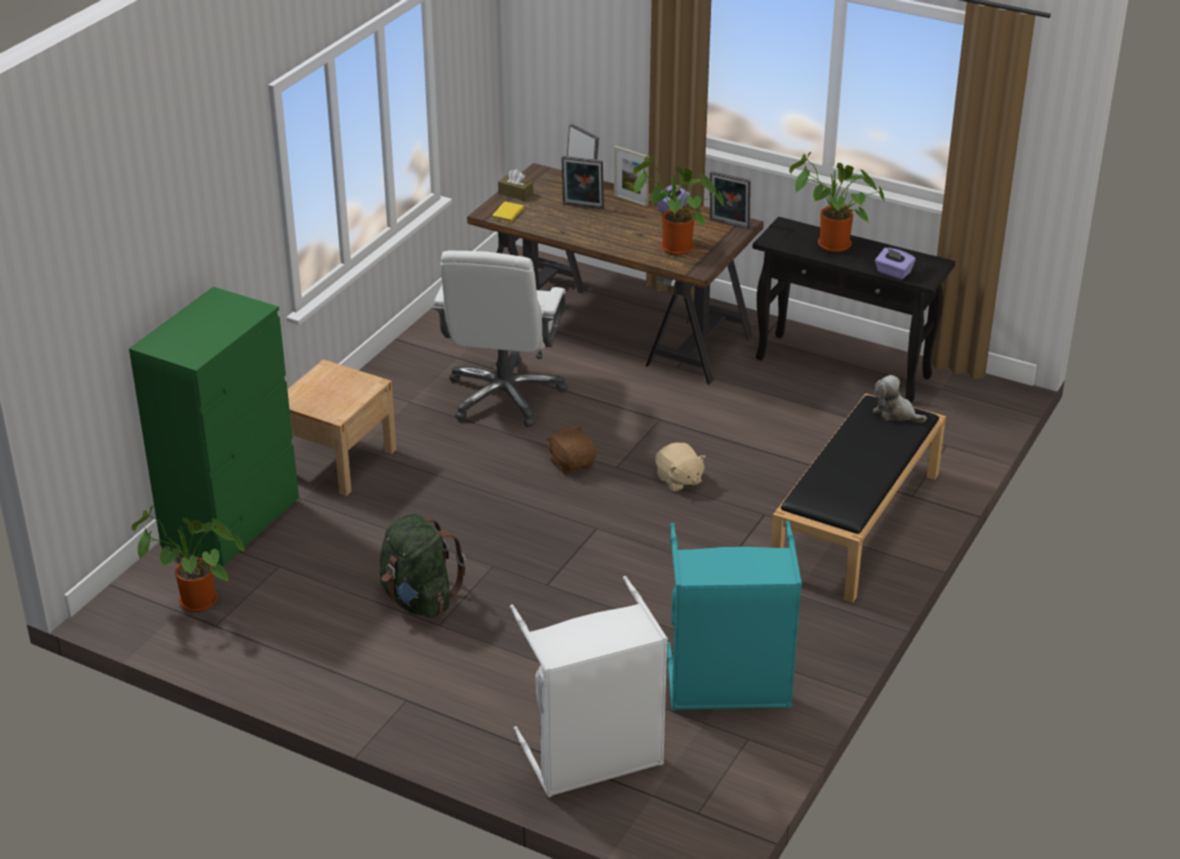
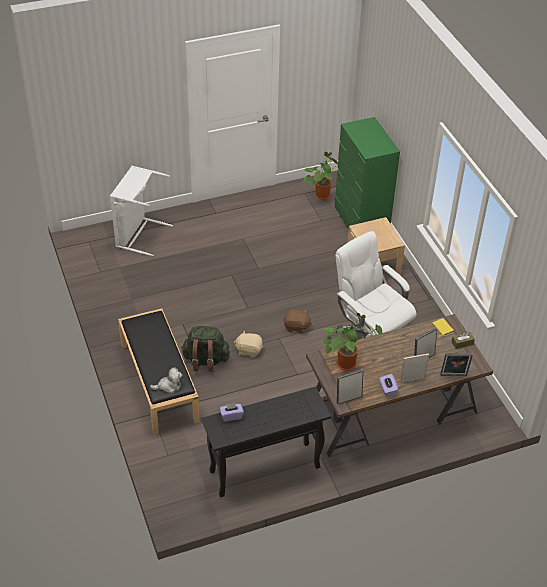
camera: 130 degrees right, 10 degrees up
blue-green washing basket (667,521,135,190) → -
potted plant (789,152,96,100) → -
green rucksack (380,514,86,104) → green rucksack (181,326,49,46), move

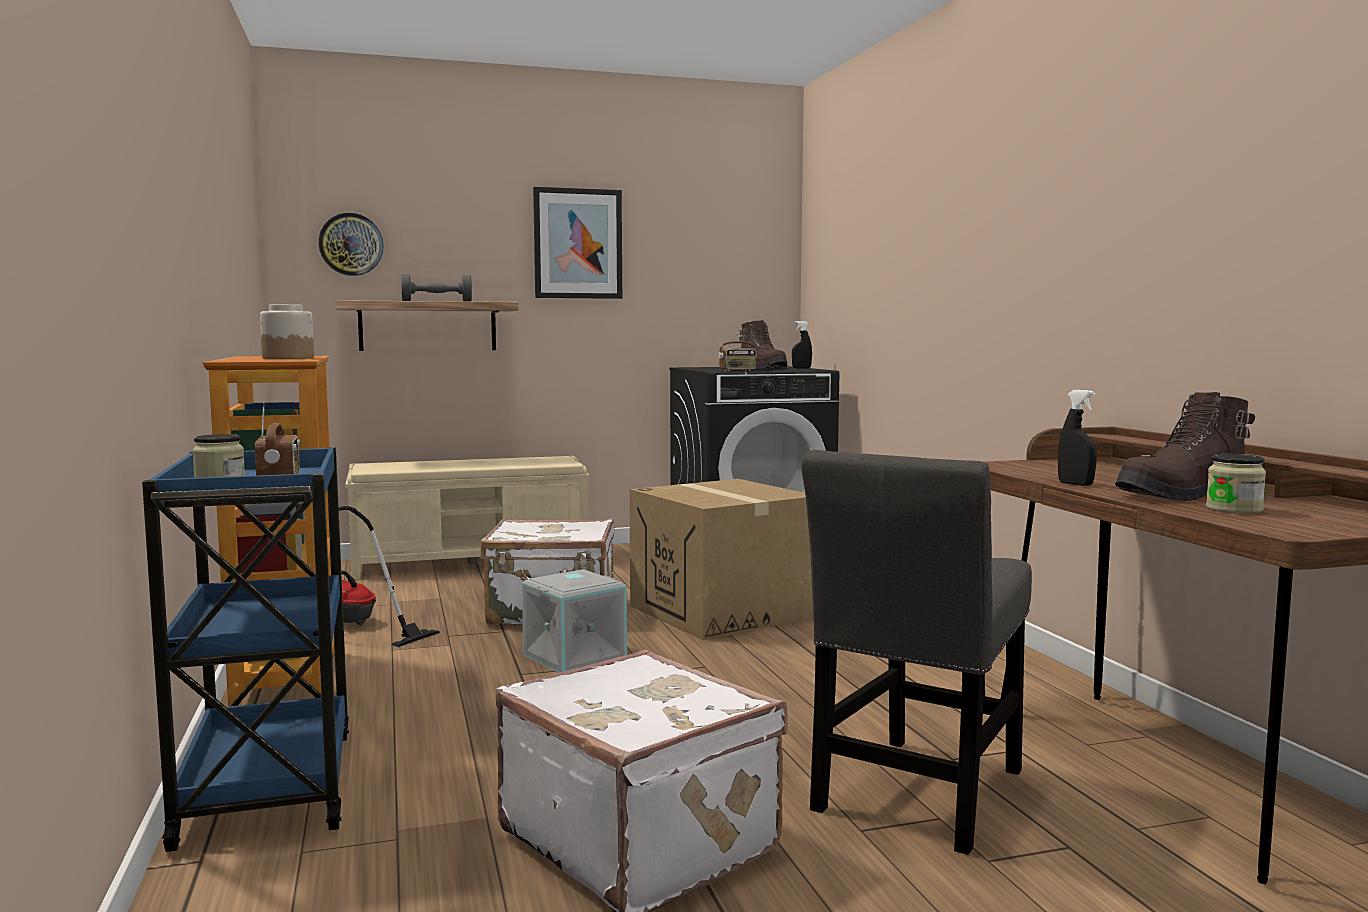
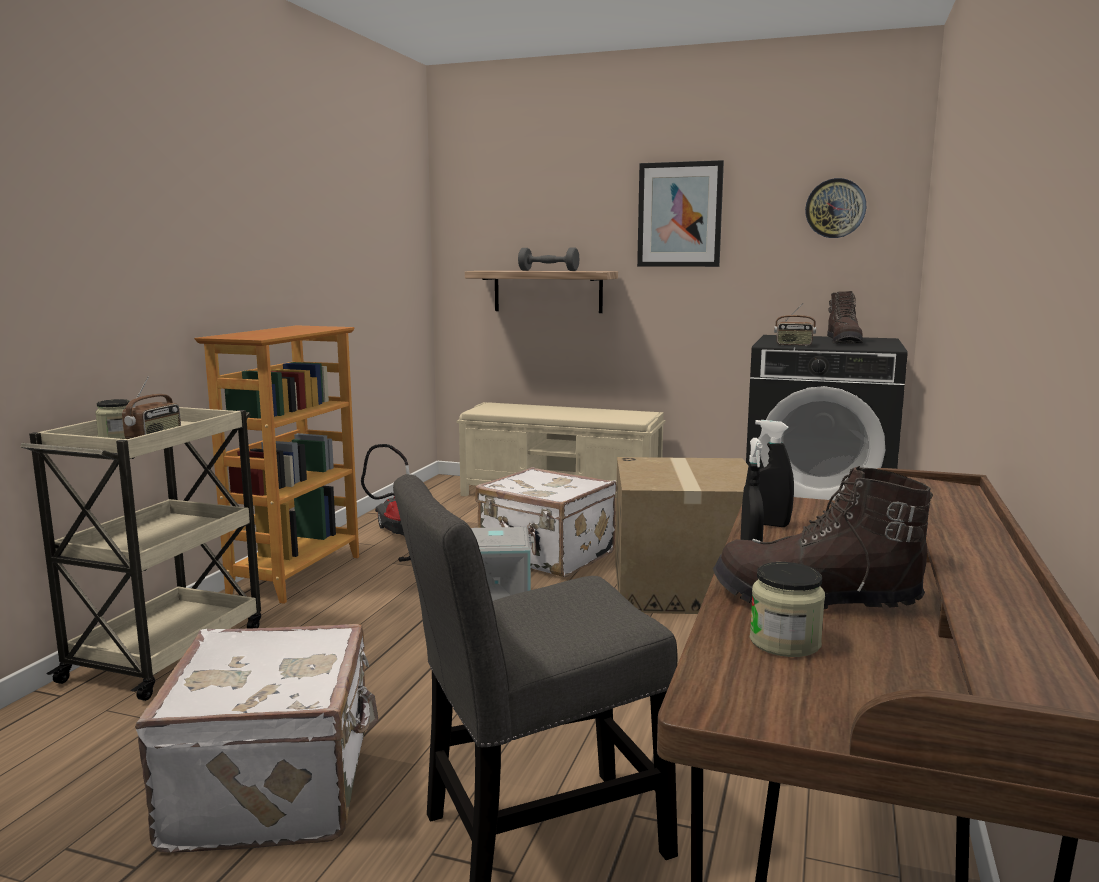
camera: 35 degrees right, 5 degrees up
jar (260,304,54,55) → -
wall clock (318,213,66,63) → wall clock (805,178,61,60), move
black-coloured spray bottle (792,321,20,47) → black-coloured spray bottle (755,420,39,107), move
bluish trolley (142,447,207,405) → beige trolley (21,407,240,294)

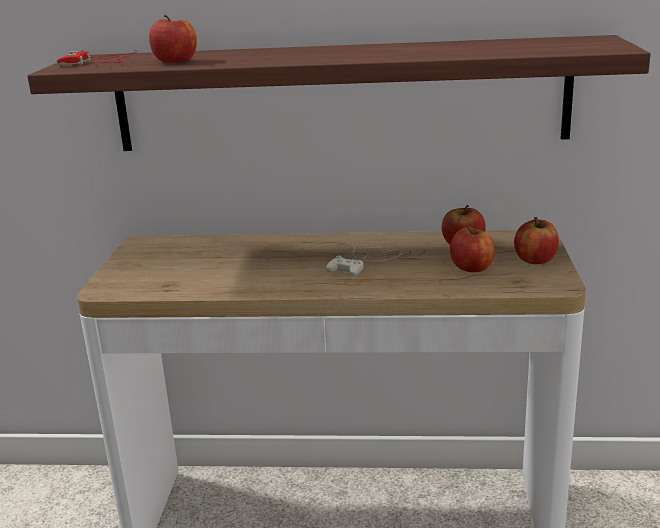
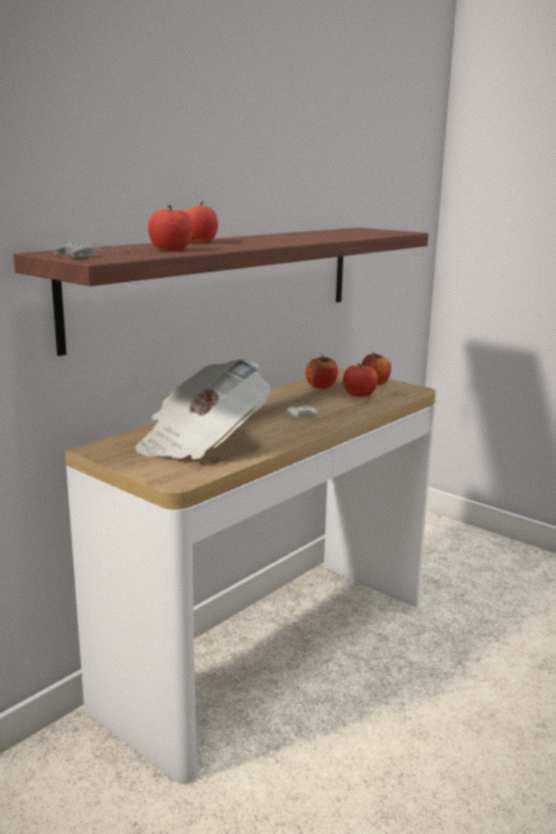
camera: 55 degrees left, 5 degrees down
- → daily paper (135,359,135,101)
- → apple (184,201,34,42)
reddish joypad (57,49,81,16) → grey joypad (53,242,95,15)

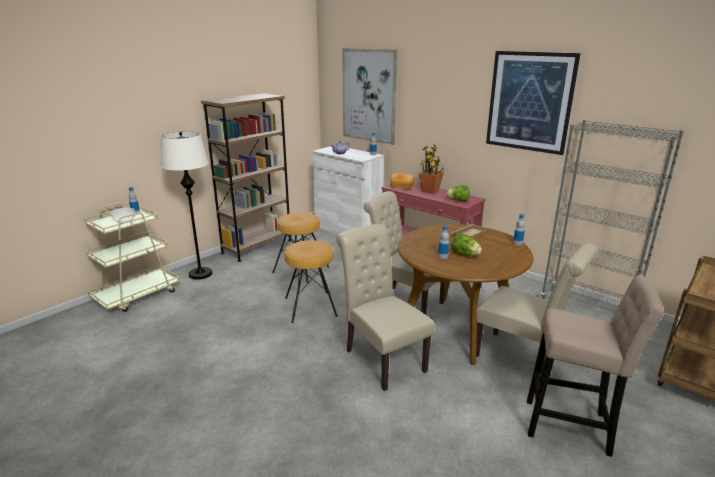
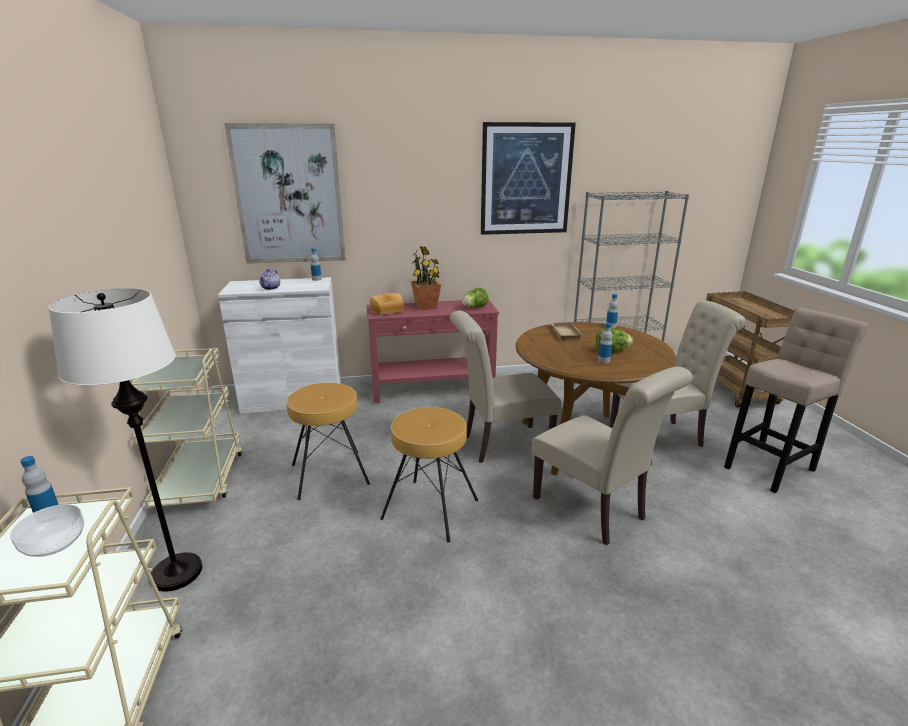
camera: 50 degrees left, 0 degrees up
brownish bookshelf (201,93,90,169) → beige trolley (129,348,114,160)
beige upright chair (336,224,99,167) → beige upright chair (532,367,161,178), 135 degrees counterclockwise

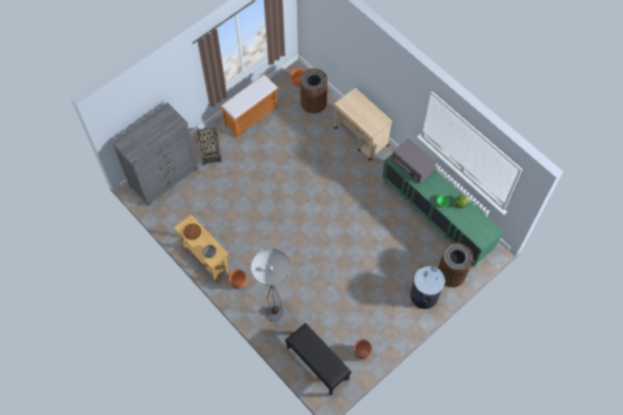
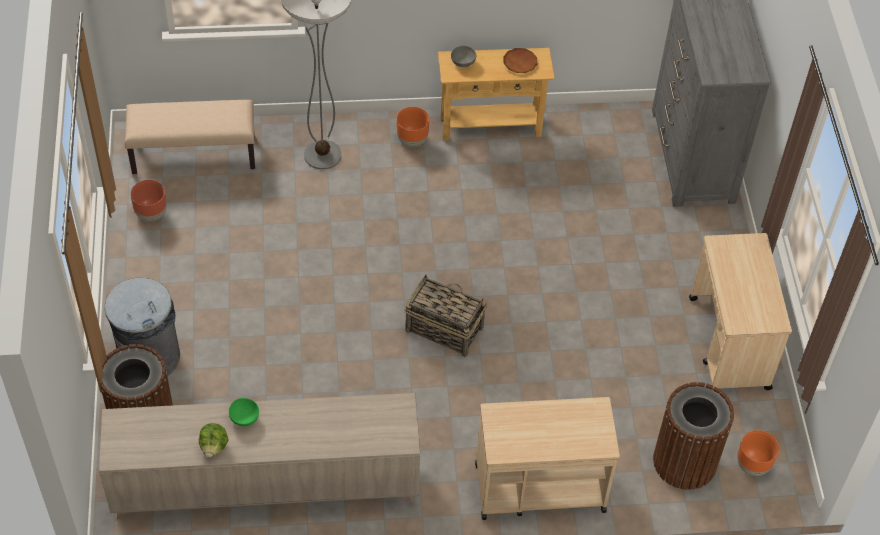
camera: 125 degrees right, 10 degrees down
grey kitchen microwave (392,138,44,46) → -
storage basket (196,127,26,38) → storage basket (405,274,82,83), move
orangey bench (220,74,59,64) → beige trolley (689,233,103,157)
black-coloured bench (285,323,66,72) → beige bench (125,100,130,74)
green cabinet (382,154,121,113) → beige cabinet (99,393,321,126)

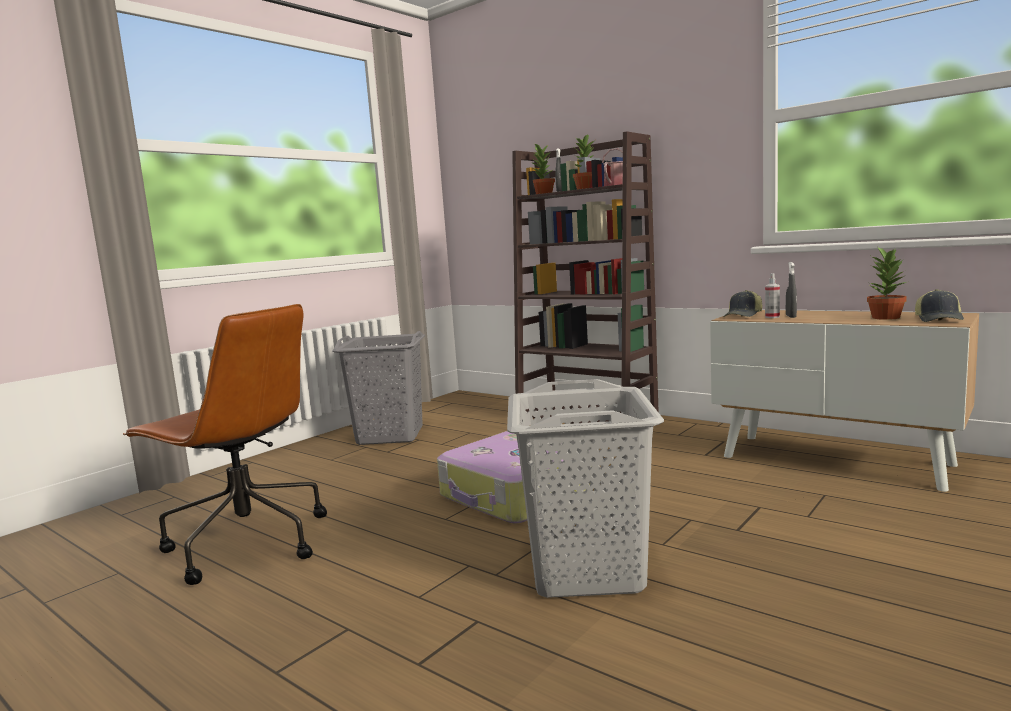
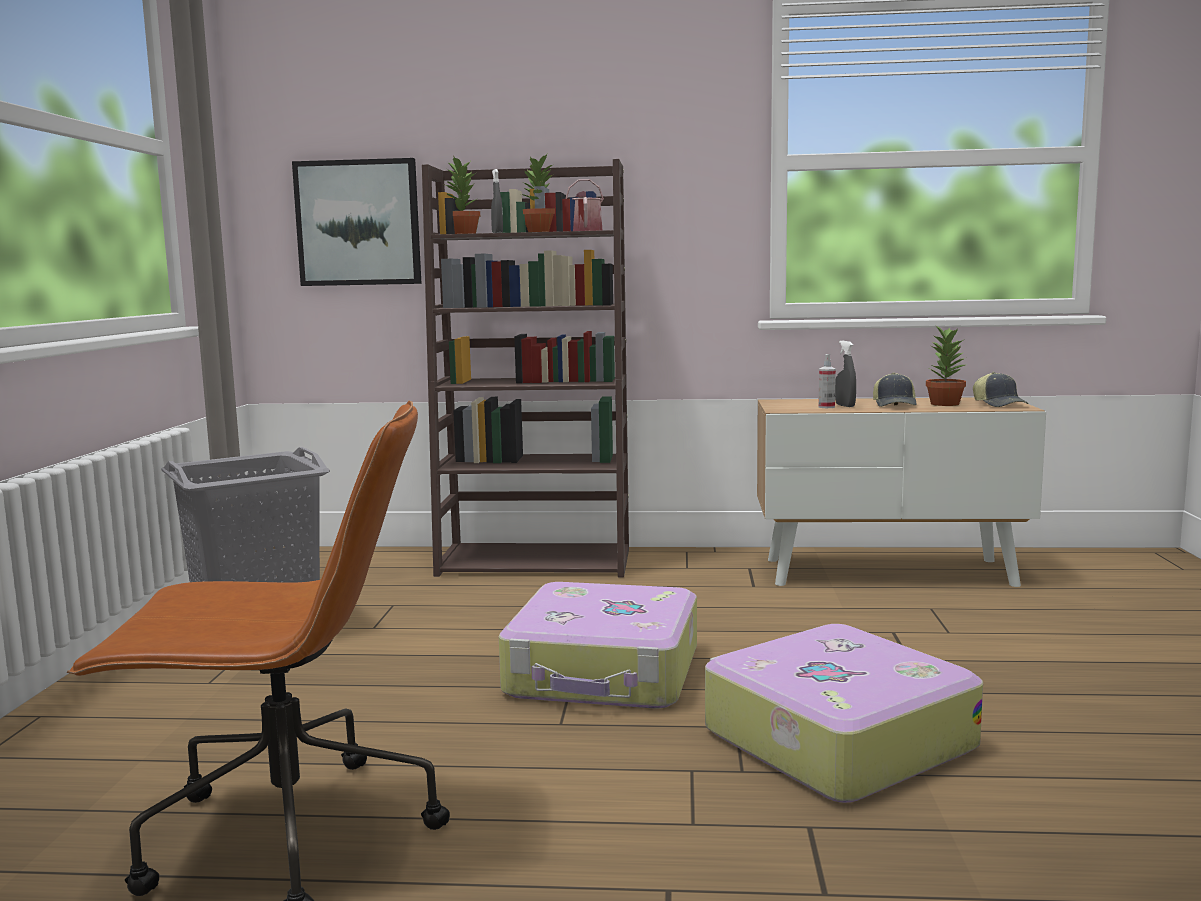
camera: 35 degrees left, 0 degrees up
- → wall picture (292,158,130,128)
cap (723,290,39,27) → cap (873,372,44,35), move
grey washing basket (507,379,157,219) → suitcase (705,624,278,179)

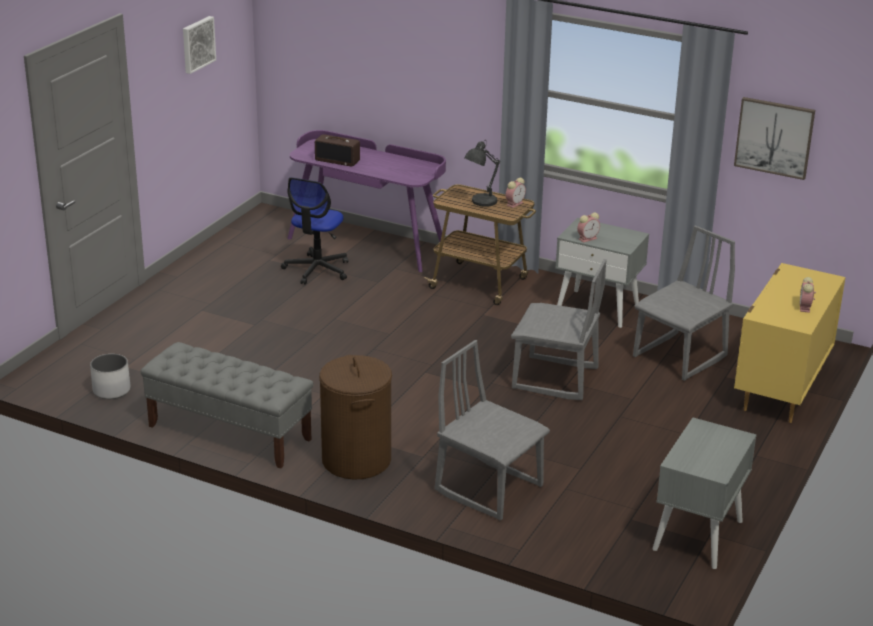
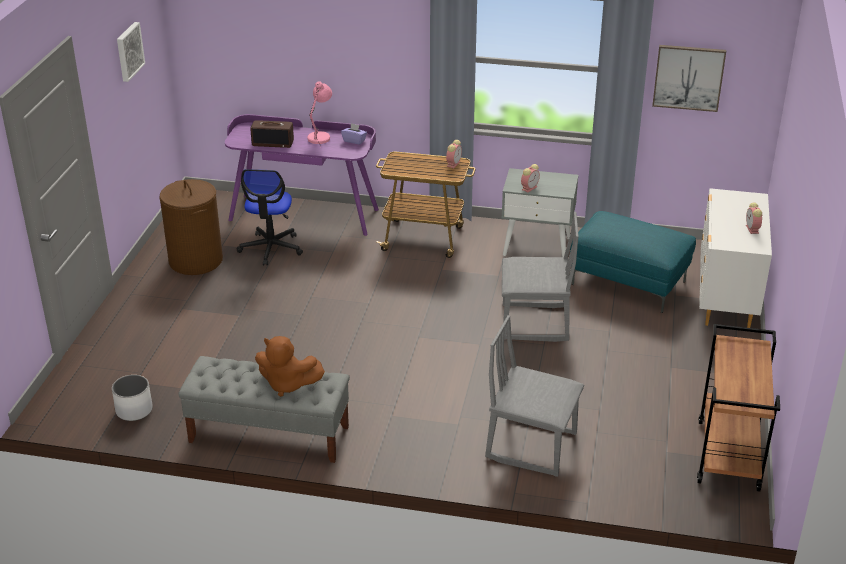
camera: 15 degrees left, 5 degrees up
grey table lamp (465,140,35,67) → -
- → brownish soft toy (255,336,70,61)
- → pink table lamp (307,81,25,63)
- → purple tissue holder (341,123,26,22)
brownish washing basket (319,355,73,125) → brownish washing basket (160,179,63,96), move
grey upright chair (633,226,102,155) → blue-green pouffe (570,211,126,102)
grey nightstand (652,417,105,152) → brownish trolley (697,324,83,168)
yellow-coloured dresser (734,263,112,160) → whitish dresser (699,188,73,140)

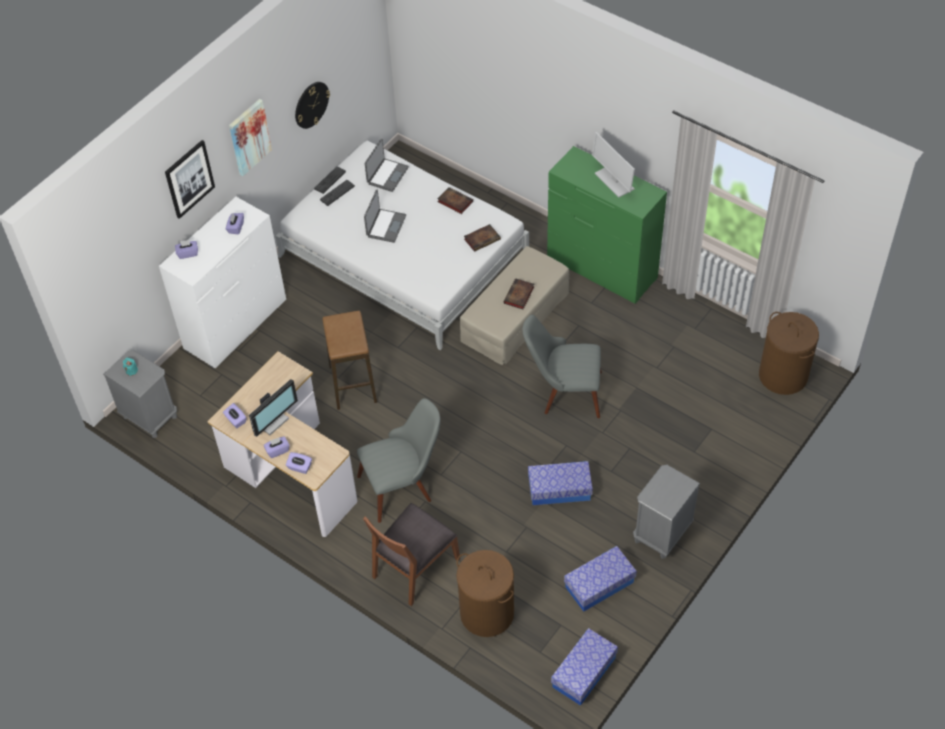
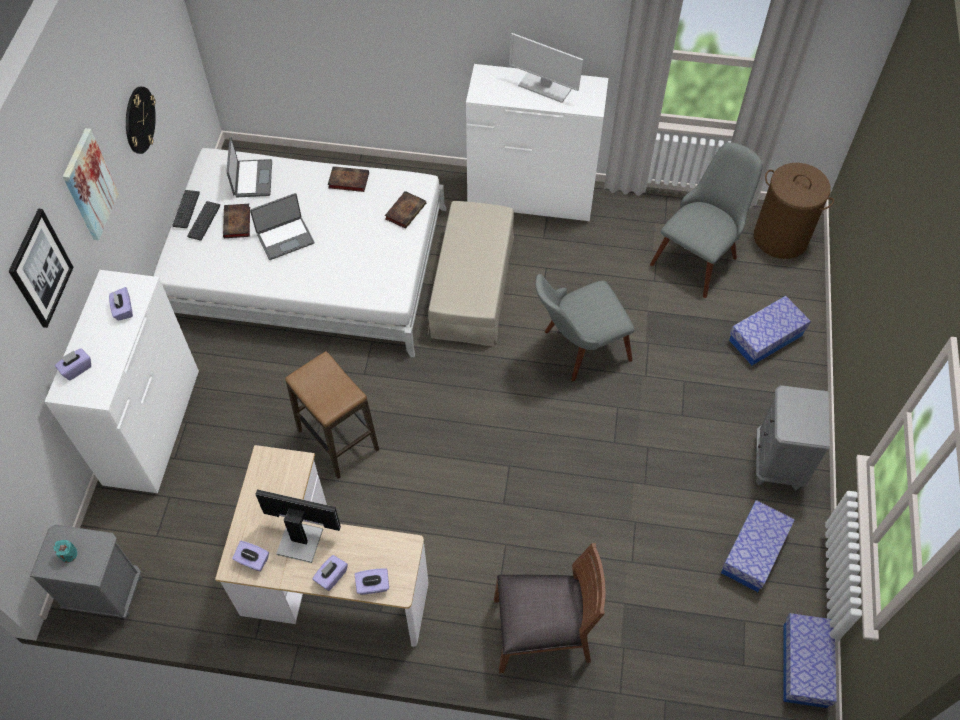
camera: 30 degrees left, 5 degrees up
brownish washing basket (456,550,58,87) → -
grey upright chair (357,398,83,125) → grey upright chair (650,142,113,156), move
book (504,278,30,31) → book (223,204,27,34), move
storage container (528,461,65,44) → storage container (729,296,82,70), move
green dresser (547,146,120,157) → whitish dresser (466,64,142,157)
computer screen (249,379,49,58) → computer screen (255,489,86,74), 90 degrees counterclockwise
brownish upright chair (363,503,97,103) → brownish upright chair (494,543,112,130), 105 degrees counterclockwise
laptop (364,189,42,54) → laptop (250,193,65,67), 75 degrees clockwise

